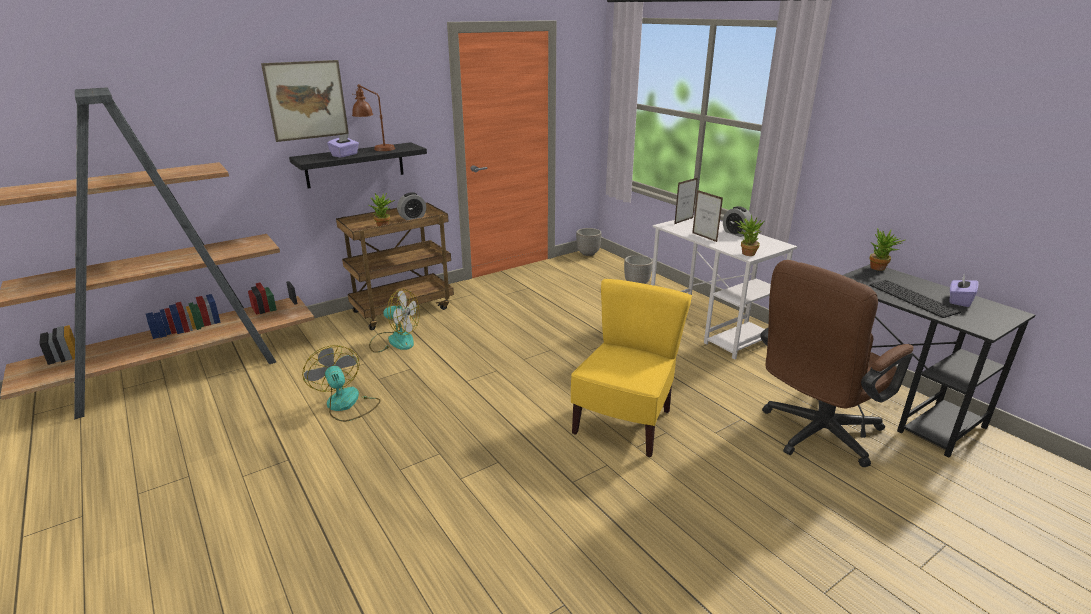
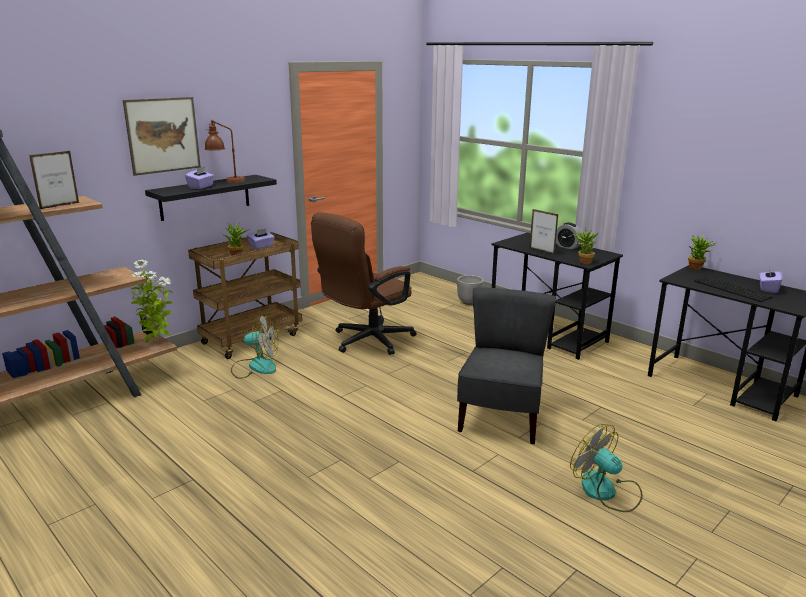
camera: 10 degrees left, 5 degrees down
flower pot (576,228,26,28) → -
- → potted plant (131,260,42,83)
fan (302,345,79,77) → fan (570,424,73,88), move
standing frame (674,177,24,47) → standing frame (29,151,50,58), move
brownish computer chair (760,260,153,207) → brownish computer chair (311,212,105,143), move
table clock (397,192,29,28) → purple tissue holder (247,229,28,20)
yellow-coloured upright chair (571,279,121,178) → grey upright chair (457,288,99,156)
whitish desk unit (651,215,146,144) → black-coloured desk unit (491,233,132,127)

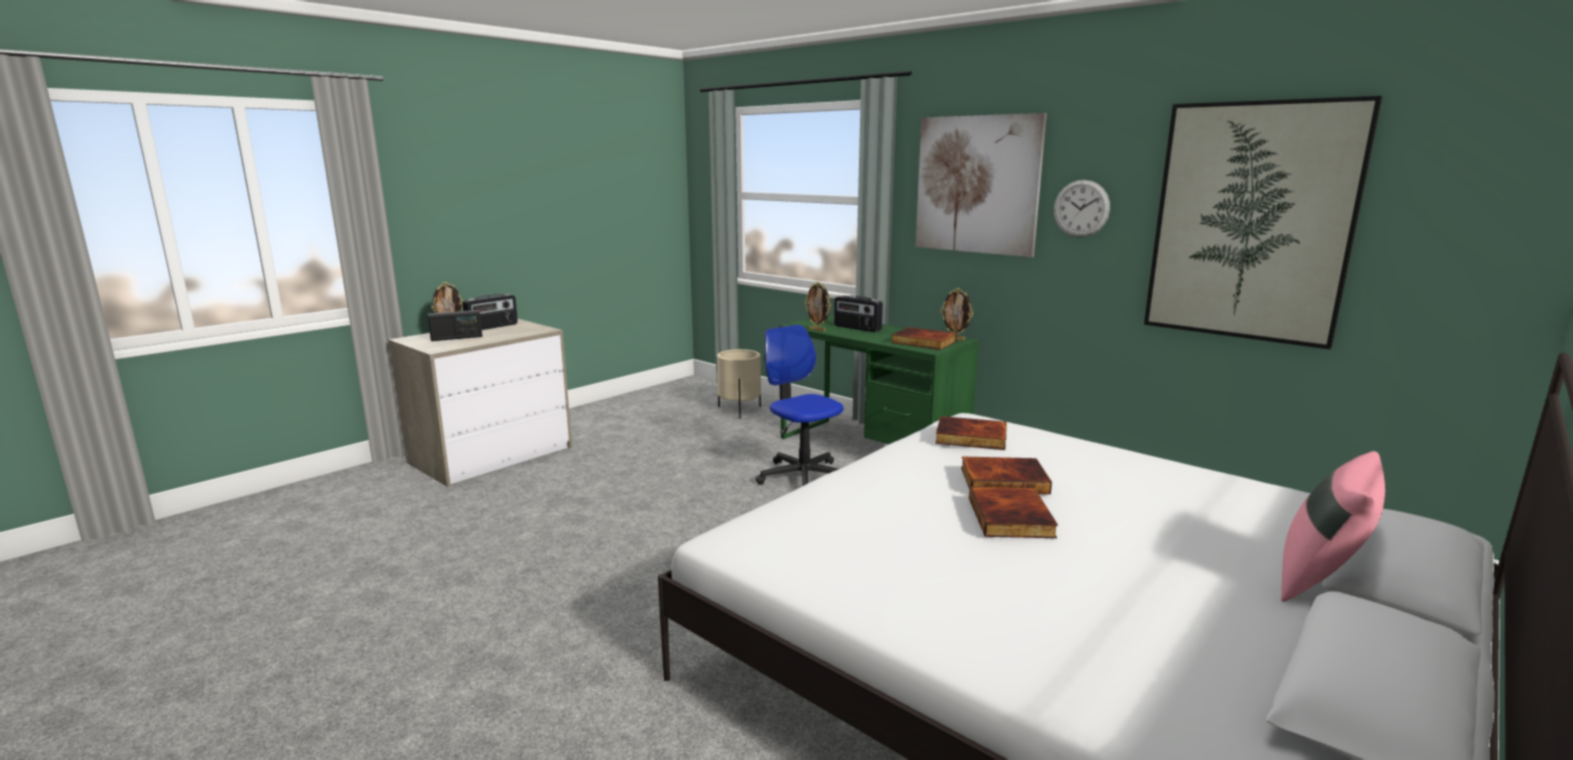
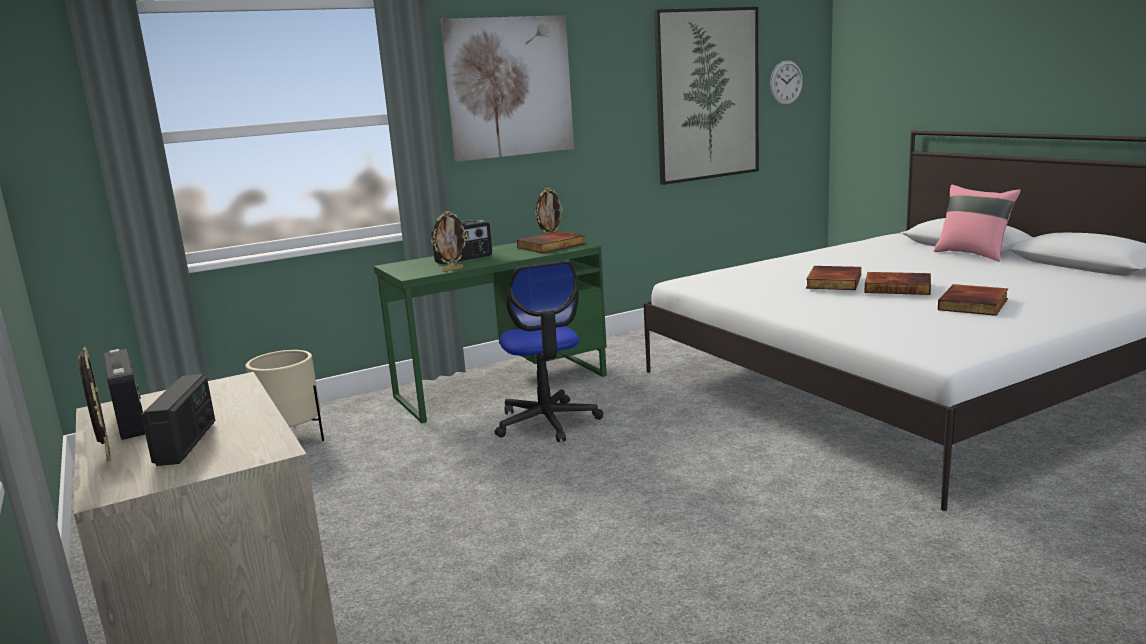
camera: 70 degrees left, 0 degrees up
book (935,416,72,34) → book (938,284,70,32), move
wall clock (1054,180,56,58) → wall clock (770,60,33,45), move
computer chair (755,325,88,161) → computer chair (495,260,108,182), 90 degrees counterclockwise

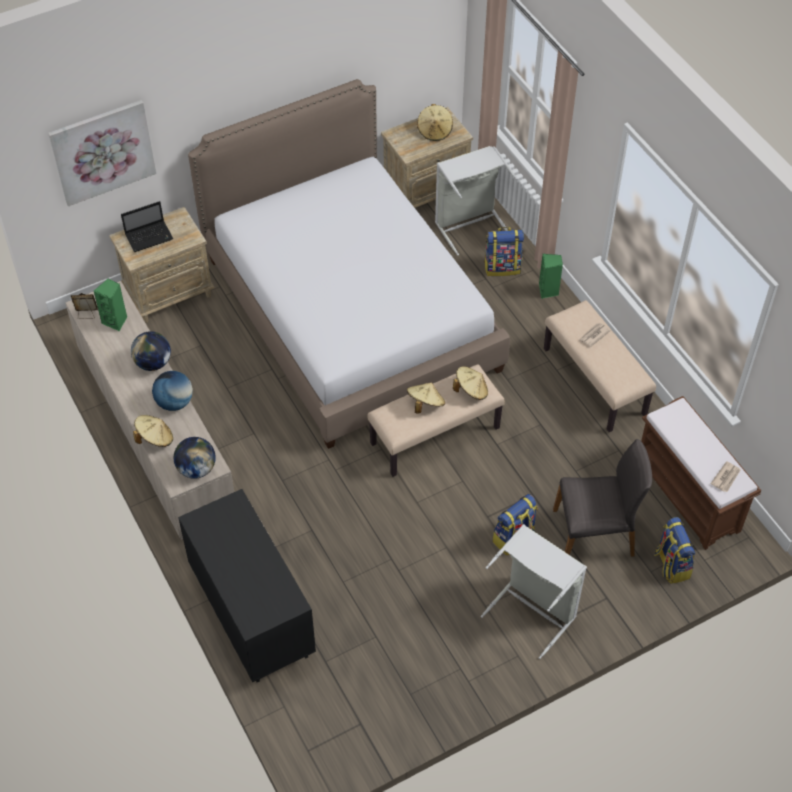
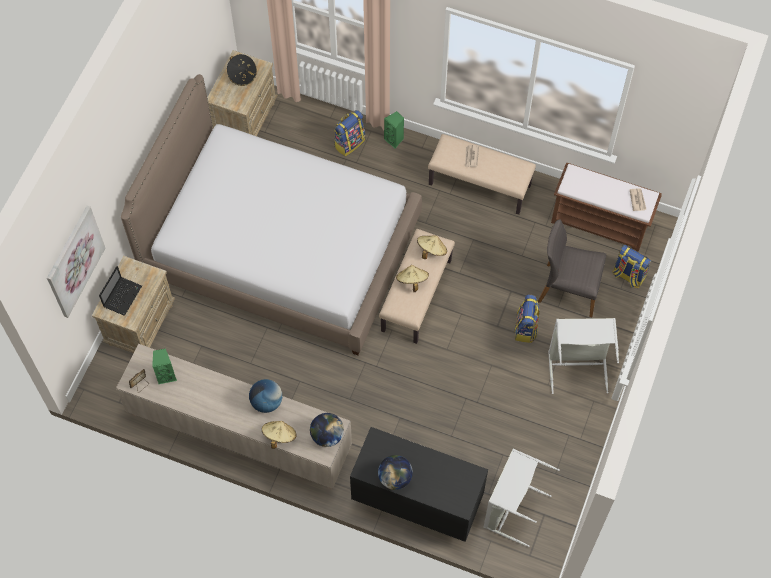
camera: 40 degrees left, 10 degrees up
world globe (131,331,40,40) → world globe (378,455,35,35), move
grey washing basket (435,146,82,110) → grey washing basket (484,449,76,98), move
beige hat (417,104,36,37) → black-coloured hat (227,54,30,32)
grey upright chair (553,439,99,118) → grey upright chair (538,219,68,98), 120 degrees counterclockwise

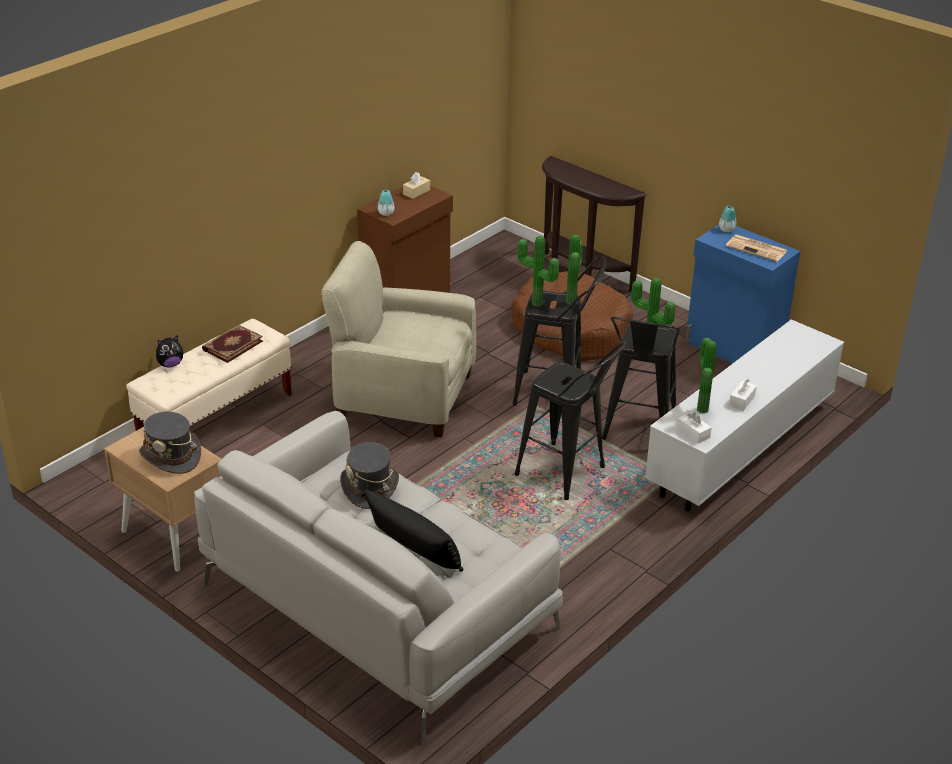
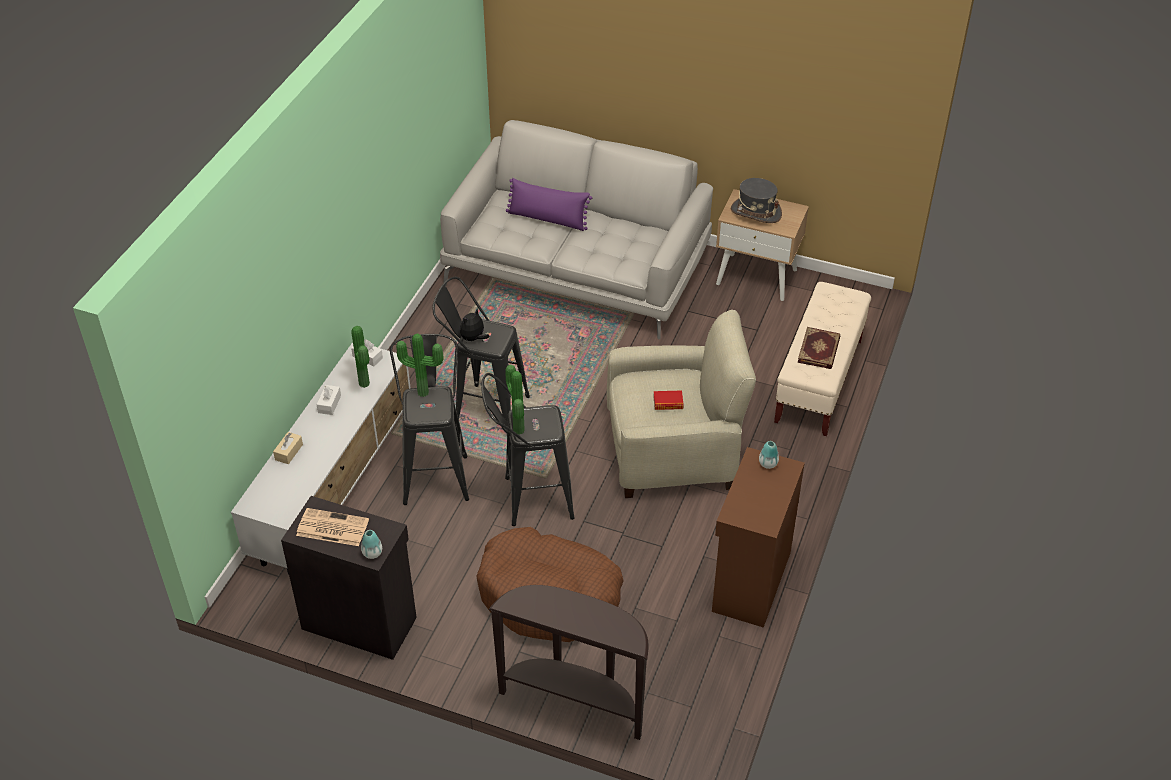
camera: 160 degrees right, 10 degrees up
grey hat (340,442,59,67) → -
potted plant (517,236,42,71) → -
- → book (653,390,30,20)
soft toy (156,335,27,33) → soft toy (460,309,29,32), move
beige tissue holder (403,172,27,27) → beige tissue holder (273,432,30,32), move
black-coloured cushion (361,489,102,83) → purple cushion (506,178,86,53)
bluish cabinet (685,225,115,139) → black-coloured cabinet (281,496,136,164)

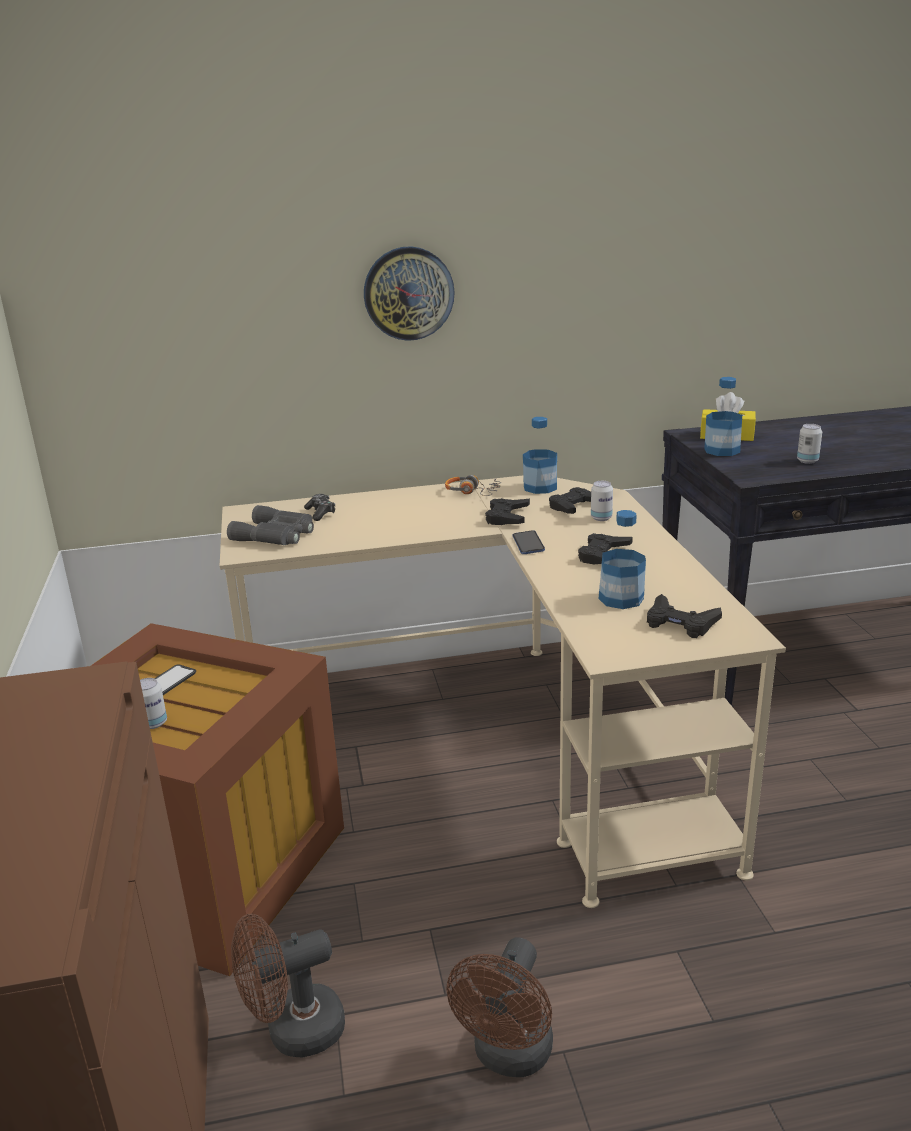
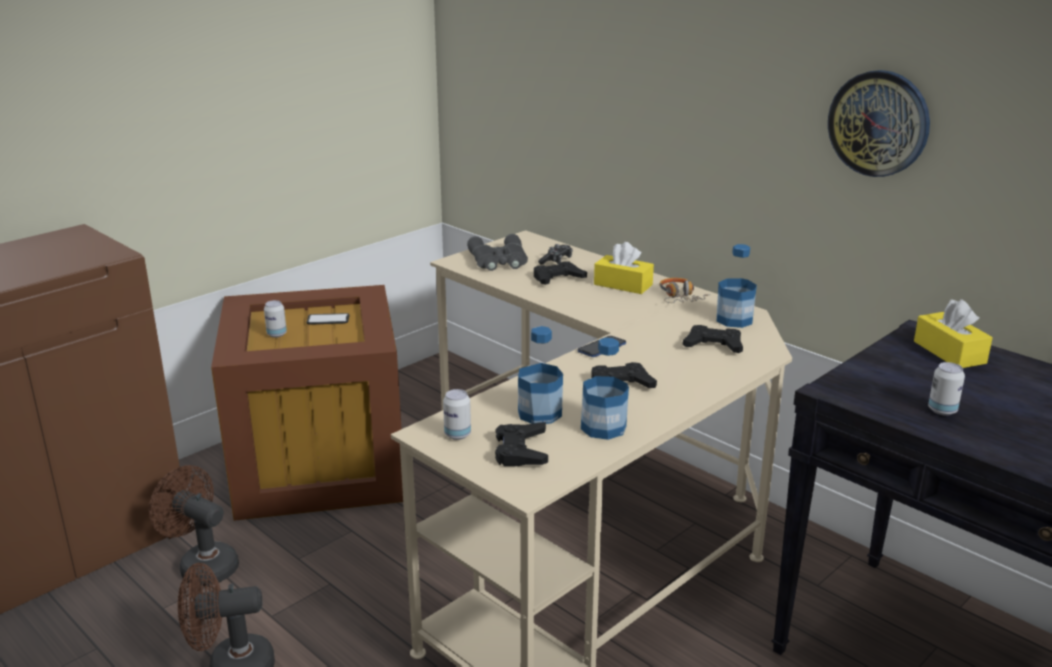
camera: 55 degrees right, 0 degrees up
- → yellow-coloured tissue holder (594,242,60,52)
wall clock (364,246,91,95) → wall clock (828,70,102,107), move
black-coloured joypad (485,498,45,27) → black-coloured joypad (534,261,53,24), move
metal can (591,481,22,40) → metal can (443,389,28,51), move
beverage bottle (704,377,38,79) → beverage bottle (581,338,48,102), move

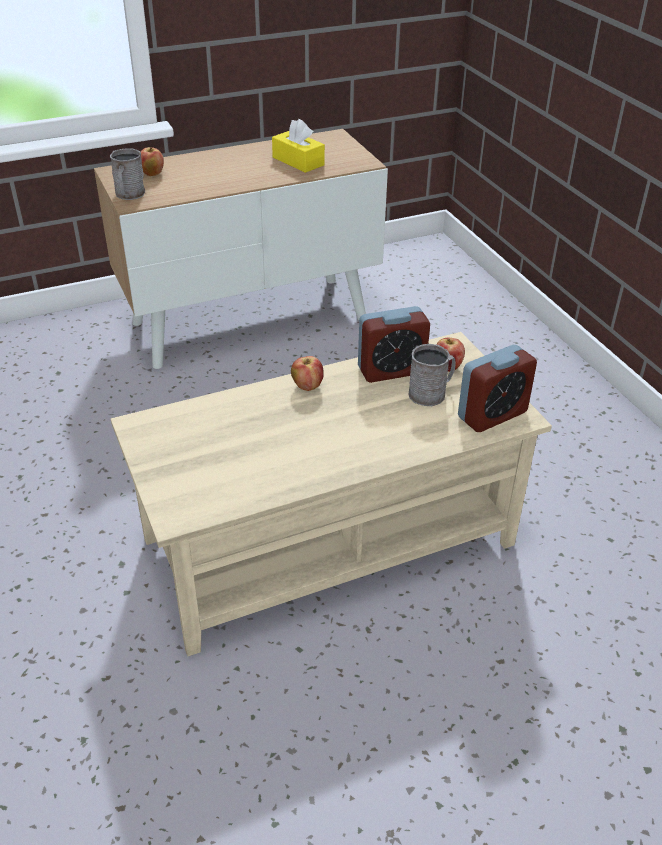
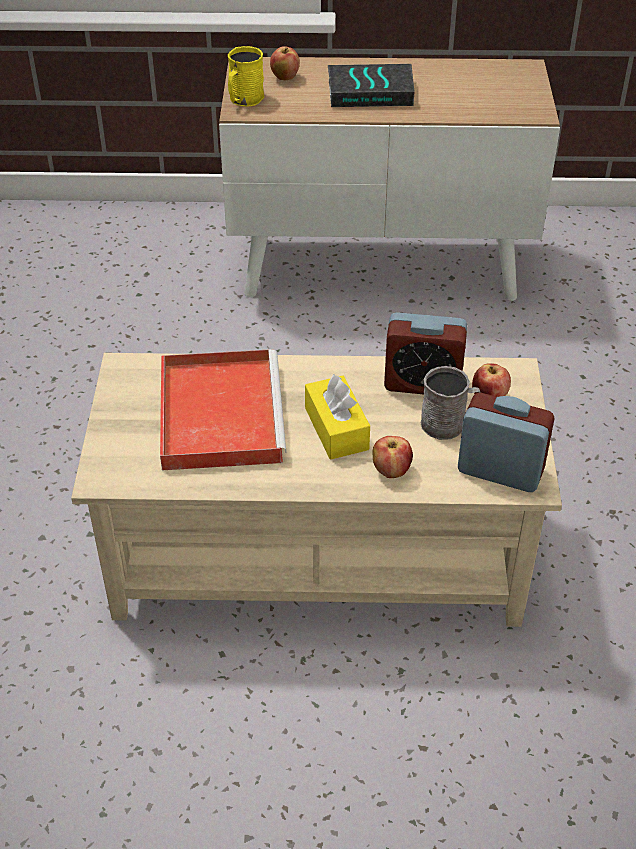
camera: 25 degrees right, 5 degrees up
- → reddish carrying tray (160,349,126,121)
- → book (328,64,86,43)
yellow-coloured tissue holder (272,119,53,54) → yellow-coloured tissue holder (305,374,65,86), move
apple (291,356,33,35) → apple (373,436,40,42), move
grey coffee mug (110,148,35,52) → yellow-coloured coffee mug (228,46,36,61)
table clock (458,345,79,87) → table clock (458,393,97,99), 150 degrees counterclockwise

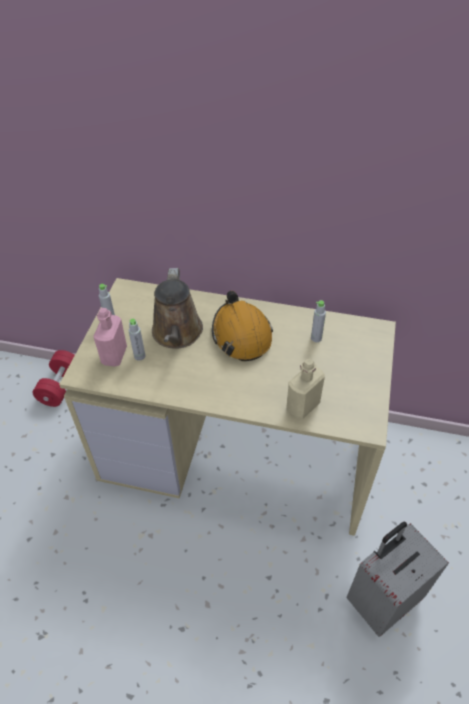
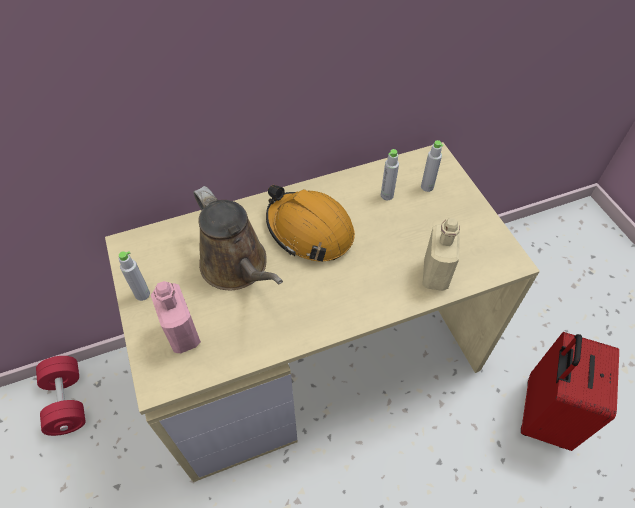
camera: 35 degrees left, 5 degrees up
grey beverage bottle (129,319,16,42) → grey beverage bottle (421,140,23,52), move
grey suitcase (346,522,103,115) → reddish suitcase (521,332,98,119)

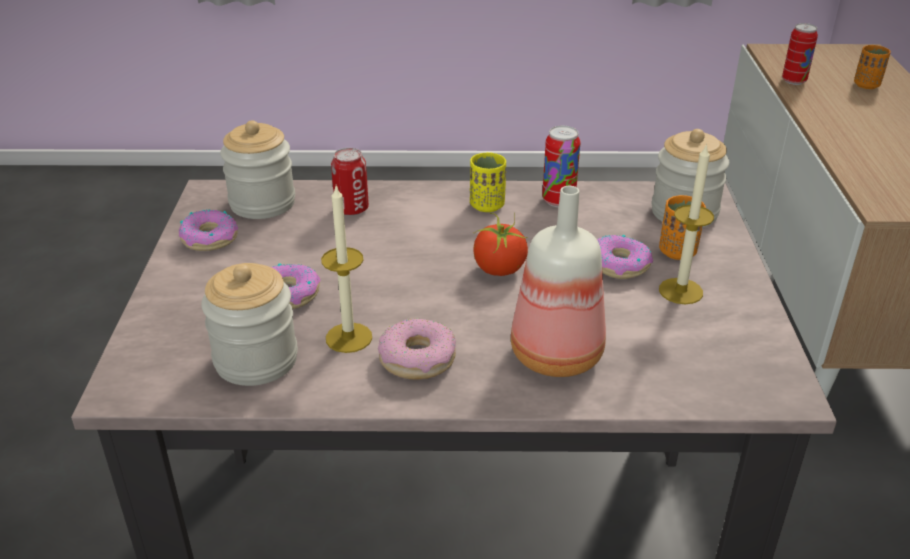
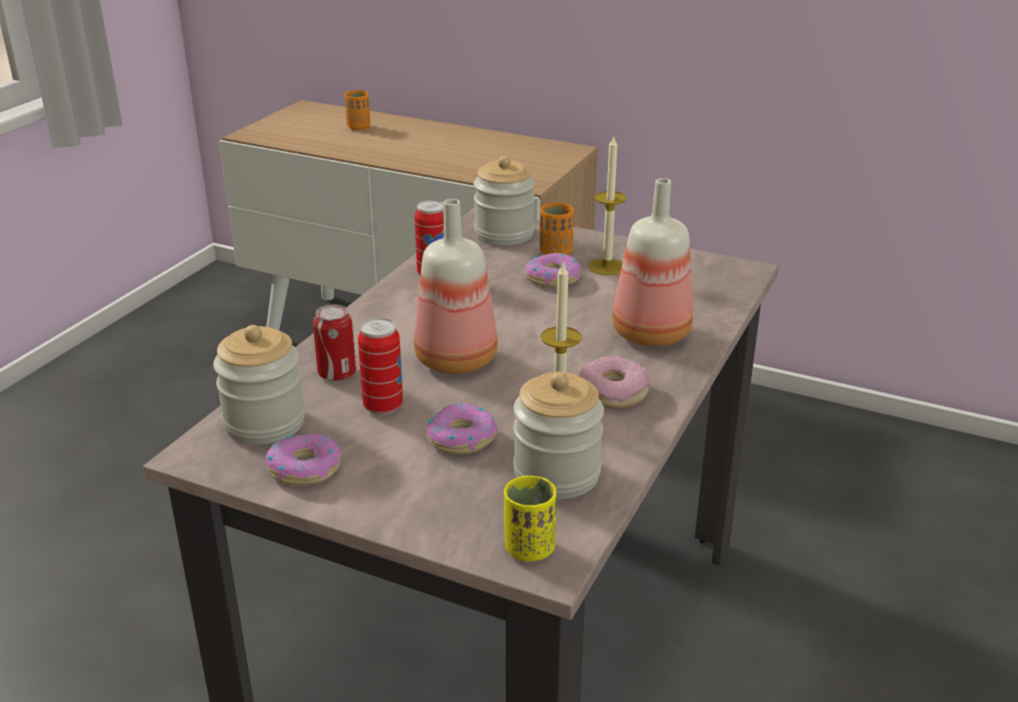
camera: 65 degrees left, 5 degrees down
whole tomato (473,213,55,63) → -
- → beverage bottle (414,199,84,175)
yellow-coloured cup (470,152,36,60) → yellow-coloured cup (504,476,53,86), move
metal can (782,23,36,62) → metal can (358,318,45,97), move

